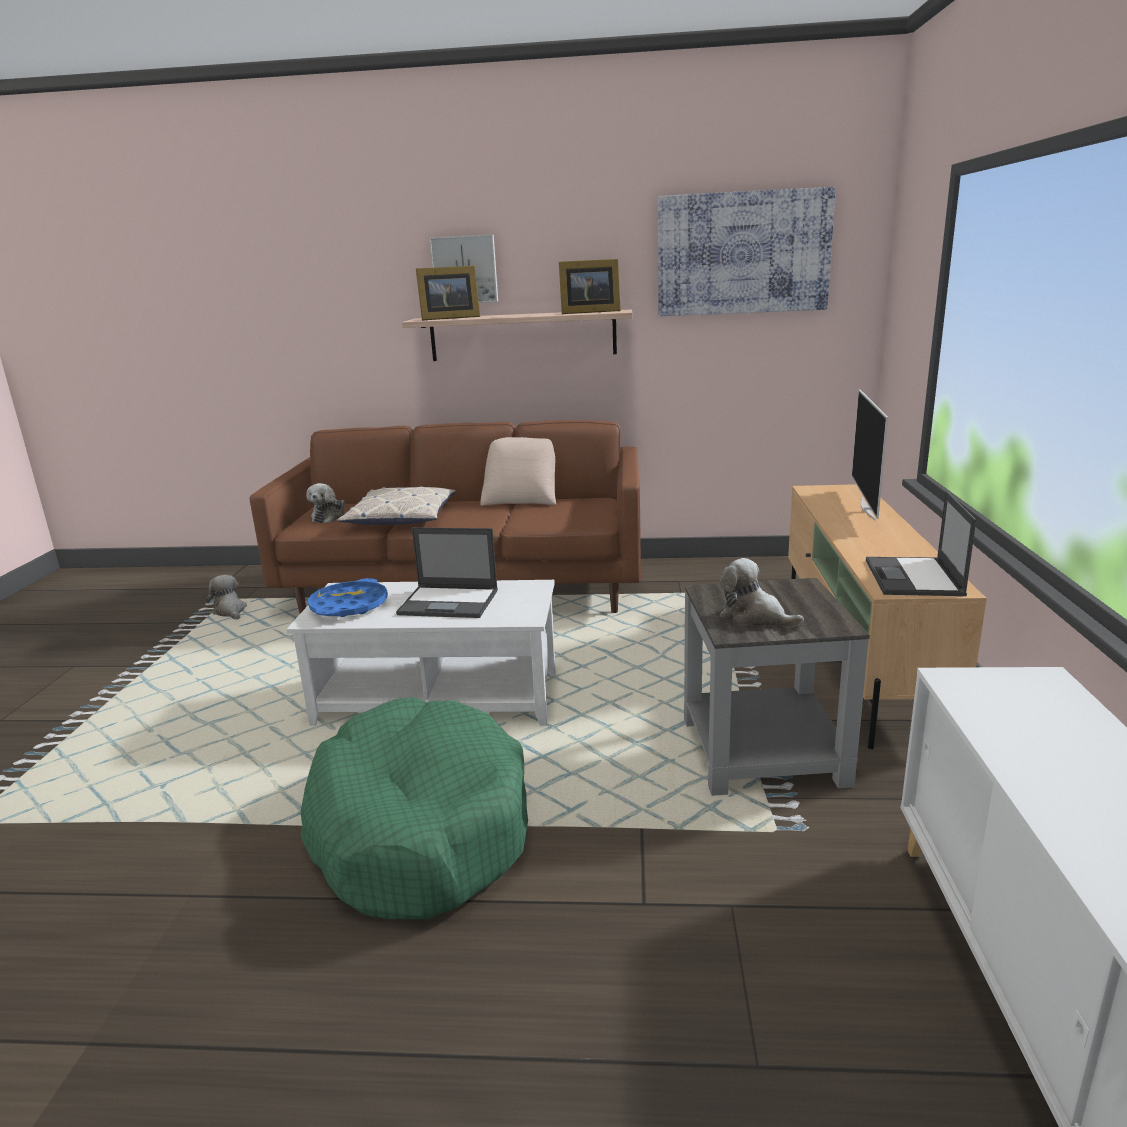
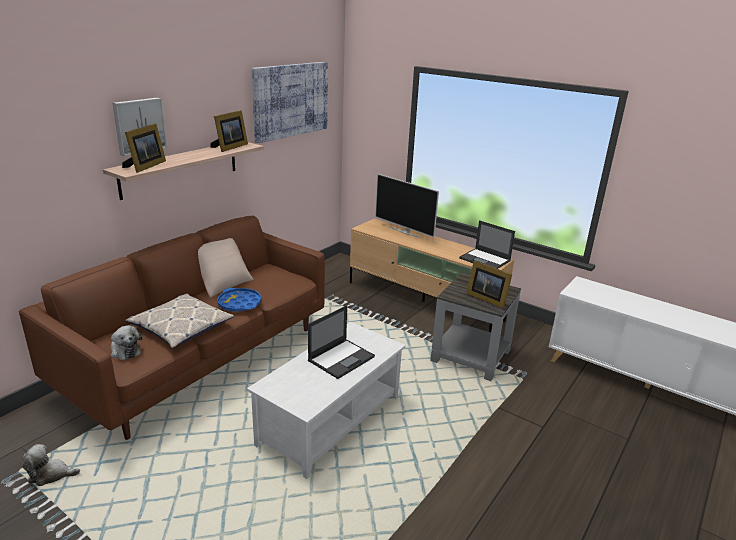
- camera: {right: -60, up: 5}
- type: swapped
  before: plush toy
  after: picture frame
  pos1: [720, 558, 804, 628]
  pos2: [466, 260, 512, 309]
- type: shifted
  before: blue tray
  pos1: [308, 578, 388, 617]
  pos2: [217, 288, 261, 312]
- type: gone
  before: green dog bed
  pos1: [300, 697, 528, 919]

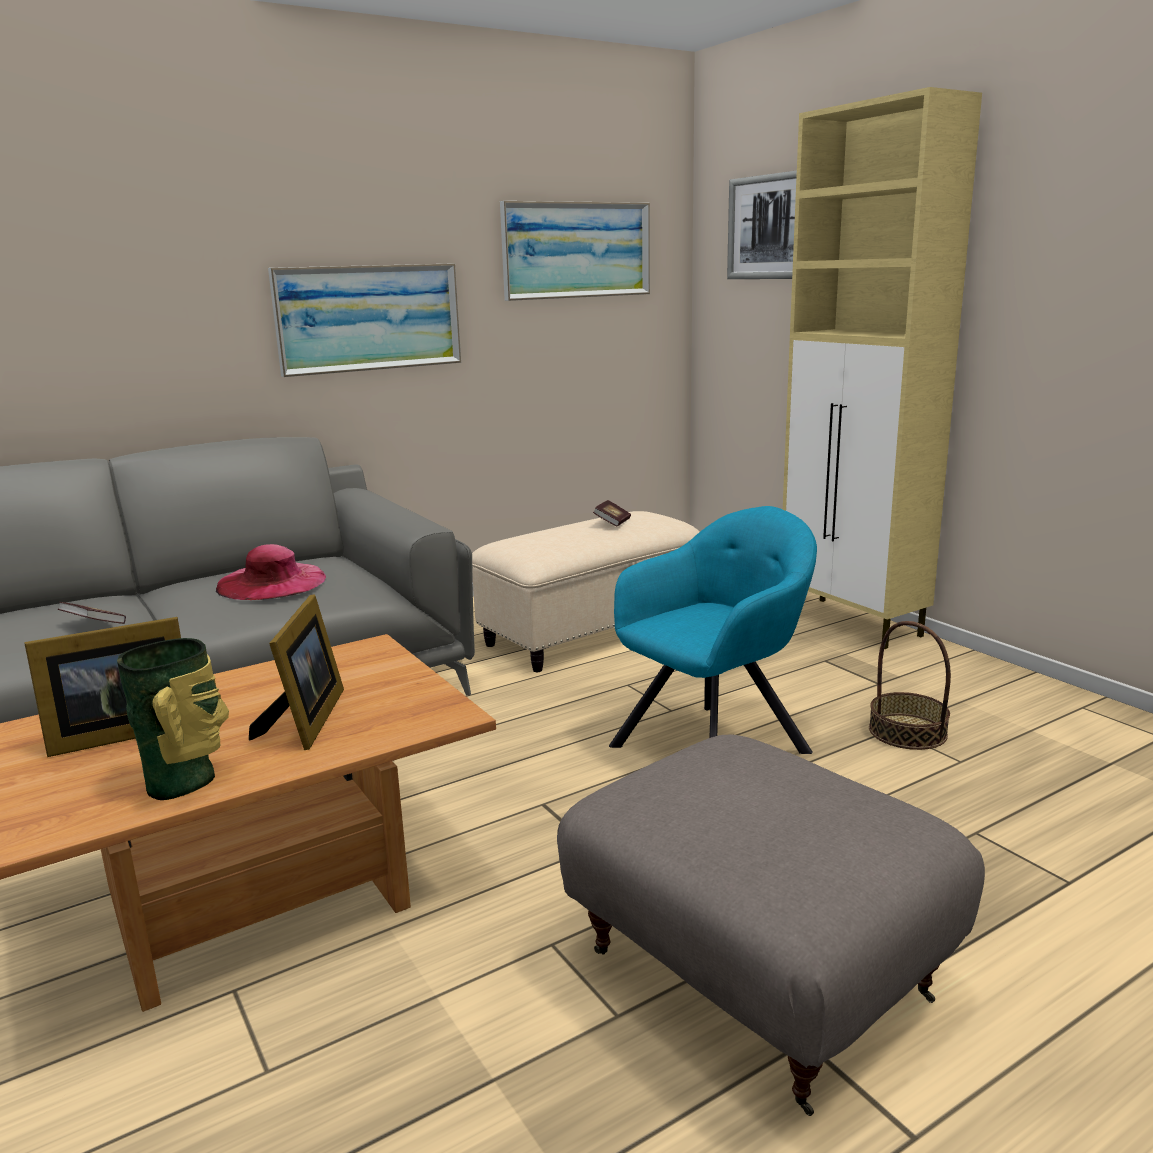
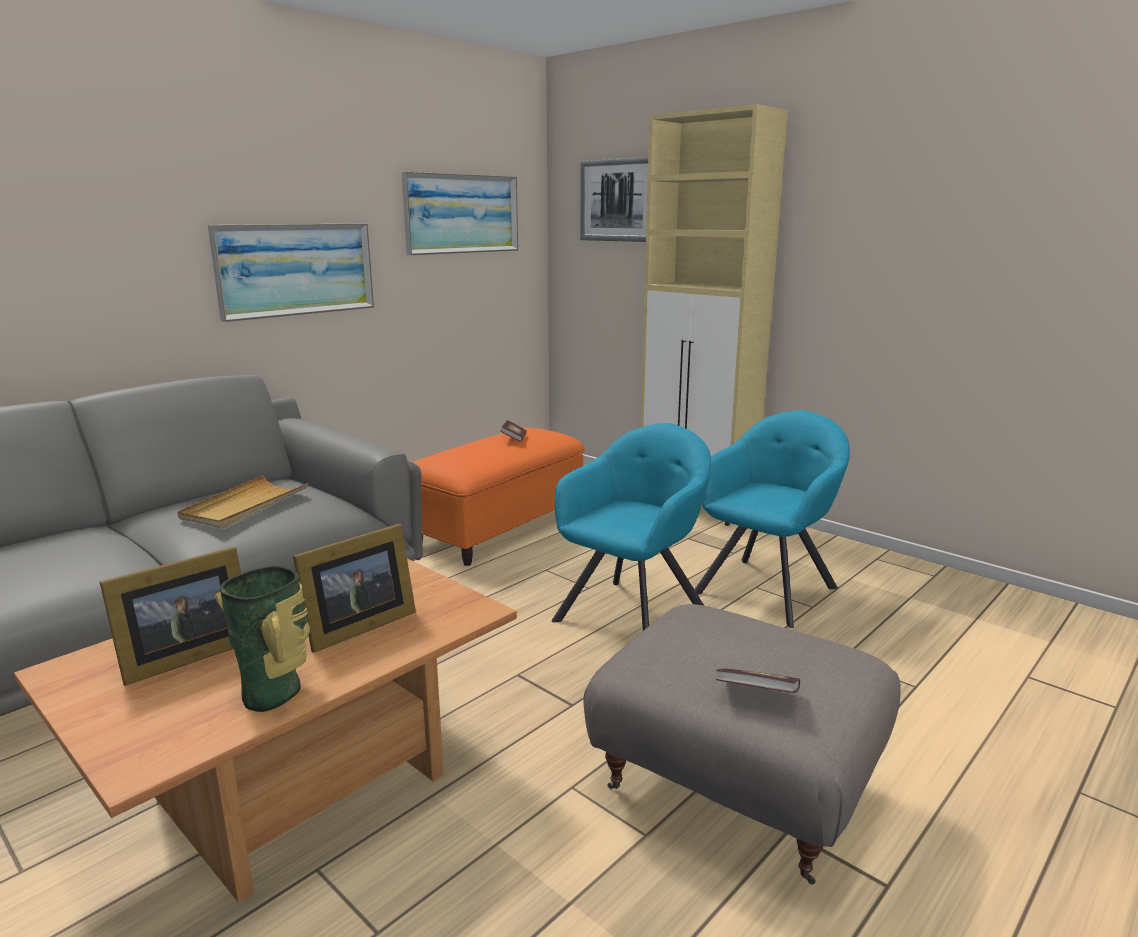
- camera: {right: -15, up: 0}
- type: repainted
  before: beige ottoman
  after: orange ottoman
  pos1: [472, 511, 700, 672]
  pos2: [413, 428, 585, 566]
- type: swapped
  before: pink hat
  after: beige tray
  pos1: [216, 544, 326, 600]
  pos2: [177, 475, 308, 529]
- type: rotated
  before: picture frame
  pos1: [249, 595, 344, 750]
  pos2: [293, 524, 416, 653]
  turn: 60
- type: shifted
  before: book
  pos1: [58, 602, 126, 624]
  pos2: [716, 669, 800, 693]
- type: swapped
  before: basket
  after: turquoise armchair
  pos1: [869, 621, 951, 750]
  pos2: [694, 410, 850, 628]

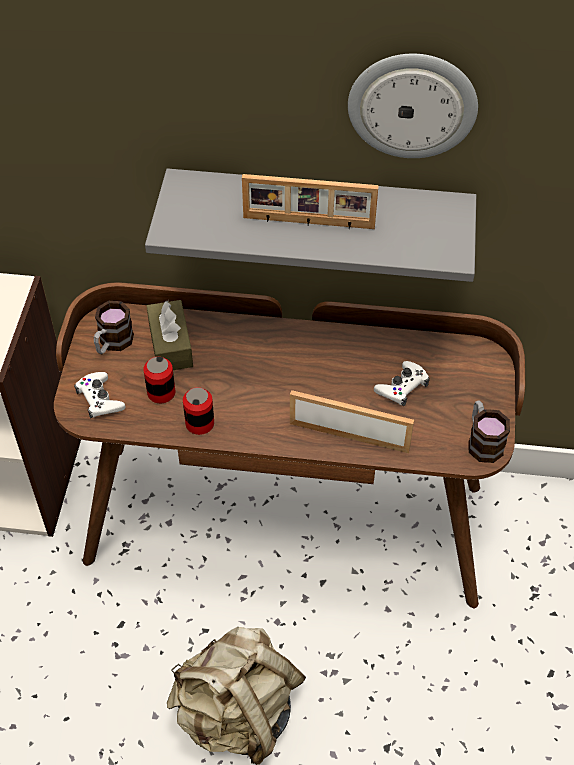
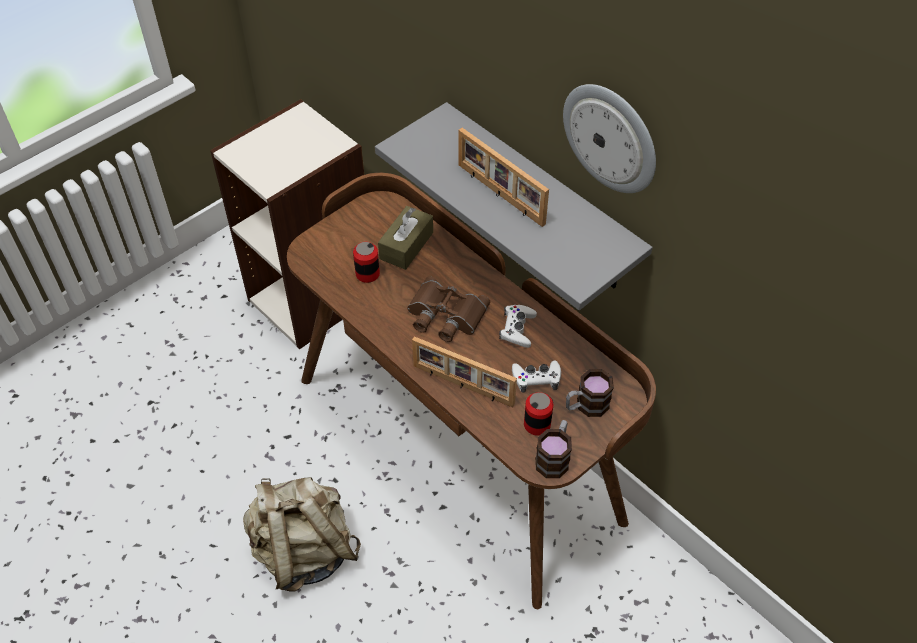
- camera: {right: 40, up: 0}
- type: shifted
  before: mug
  pos1: [94, 301, 134, 354]
  pos2: [566, 369, 614, 417]
- type: shifted
  before: white game controller
  pos1: [74, 372, 125, 418]
  pos2: [499, 305, 537, 348]
- type: shifted
  before: can
  pos1: [183, 387, 214, 435]
  pos2: [524, 392, 553, 436]
- type: rotated
  before: picture frame
  pos1: [290, 390, 414, 453]
  pos2: [412, 336, 517, 408]
  turn: 150
- type: new
  after: brown binoculars
  pos2: [407, 276, 490, 342]

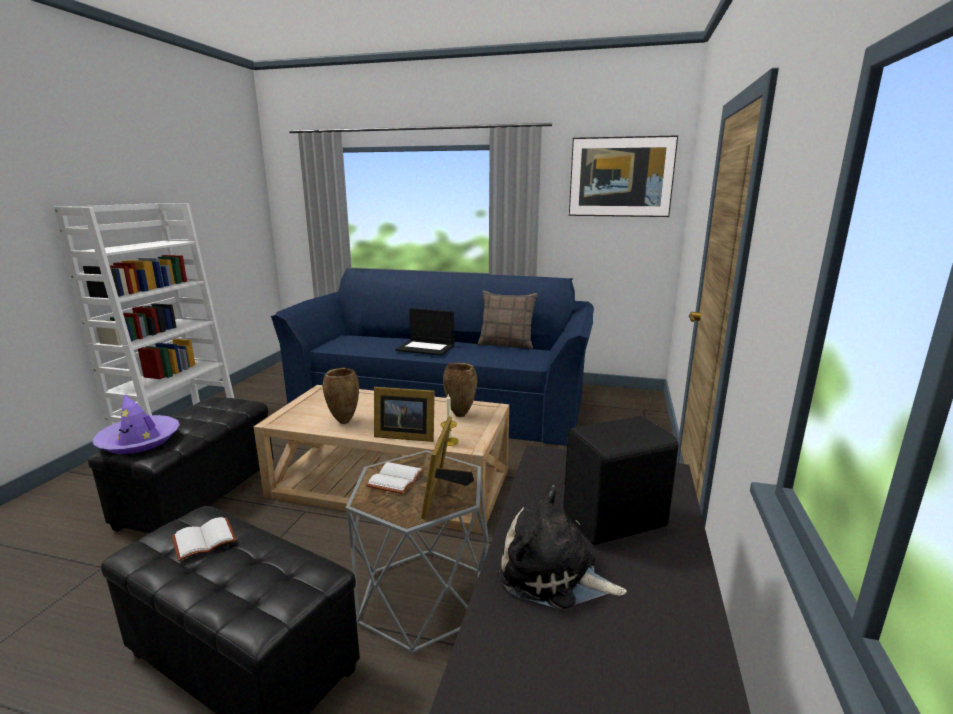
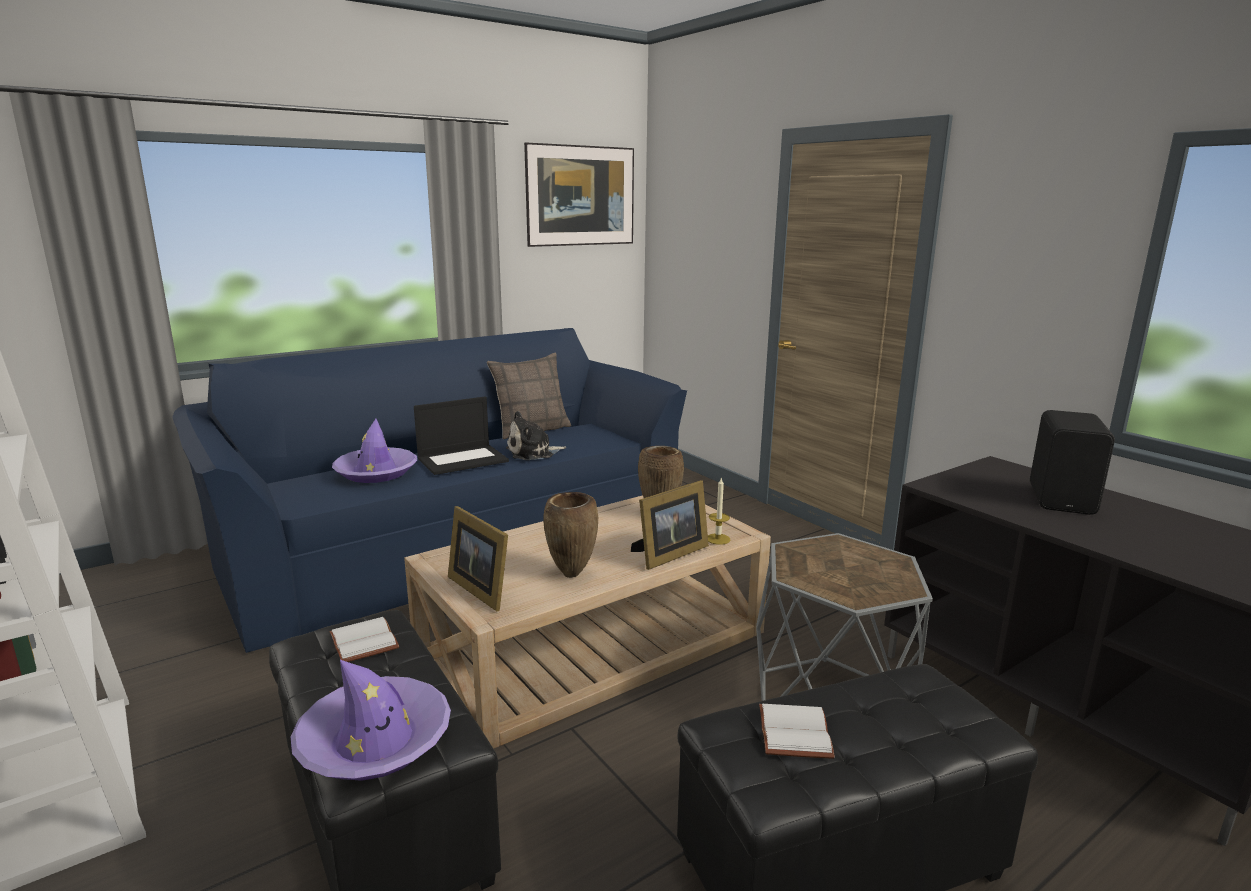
- camera: {right: -50, up: 0}
- type: shifted
  before: picture frame
  pos1: [421, 416, 474, 519]
  pos2: [448, 506, 508, 611]
- type: shifted
  before: white book
  pos1: [366, 462, 424, 494]
  pos2: [330, 617, 399, 662]
- type: shifted
  before: plush toy
  pos1: [498, 485, 627, 609]
  pos2: [506, 411, 566, 460]
- type: new
  after: purple hat
  pos2: [332, 419, 417, 483]

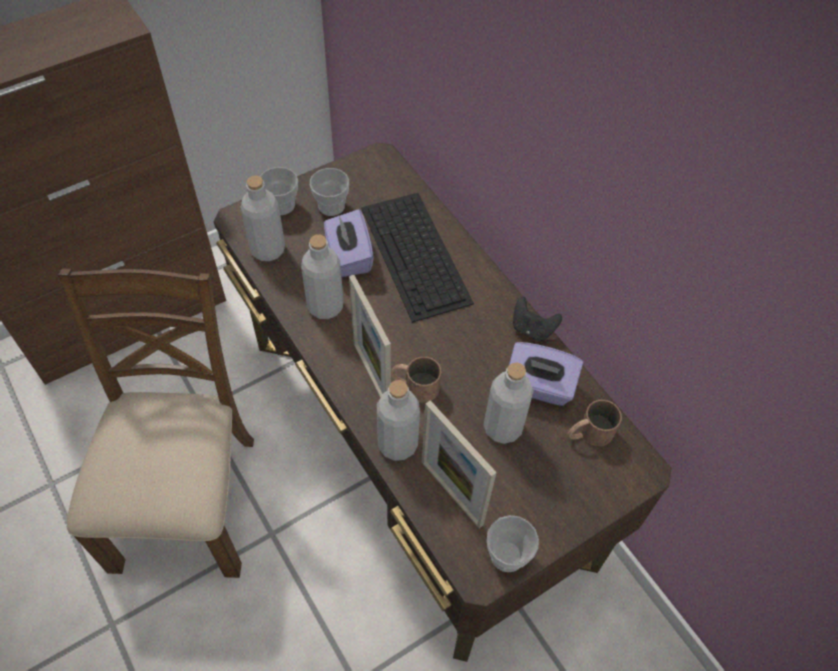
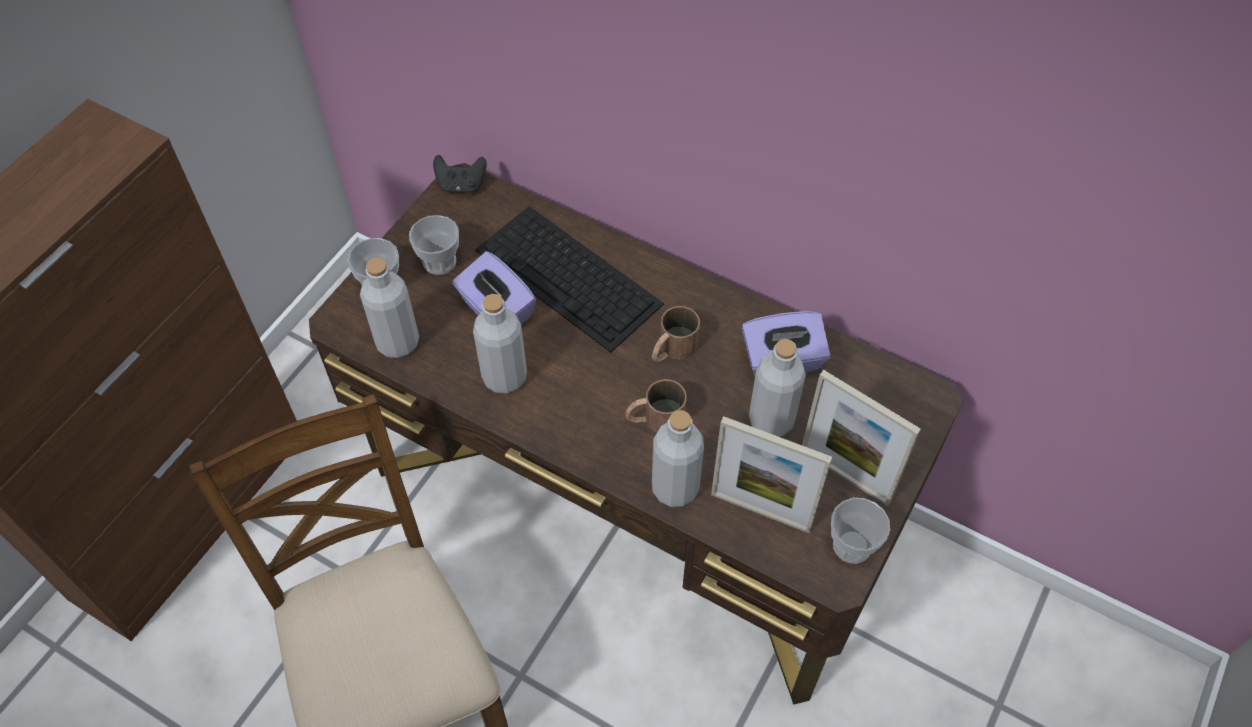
- camera: {right: -25, up: 0}
- type: shifted
  before: picture frame
  pos1: [349, 275, 391, 397]
  pos2: [802, 370, 921, 506]
- type: shifted
  before: black game controller
  pos1: [513, 297, 562, 341]
  pos2: [433, 155, 487, 194]
- type: shifted
  before: brown mug
  pos1: [567, 400, 622, 446]
  pos2: [652, 306, 700, 362]

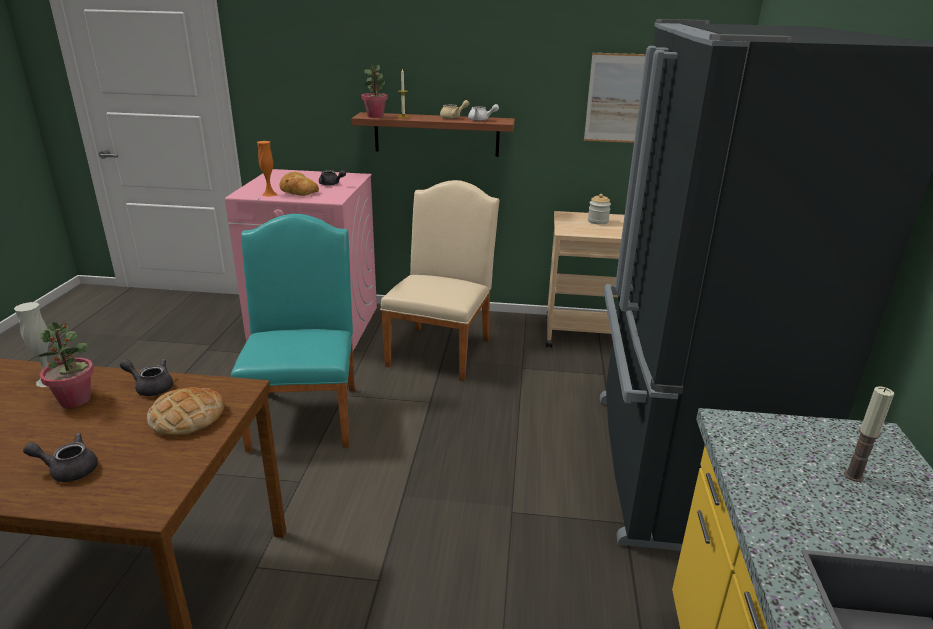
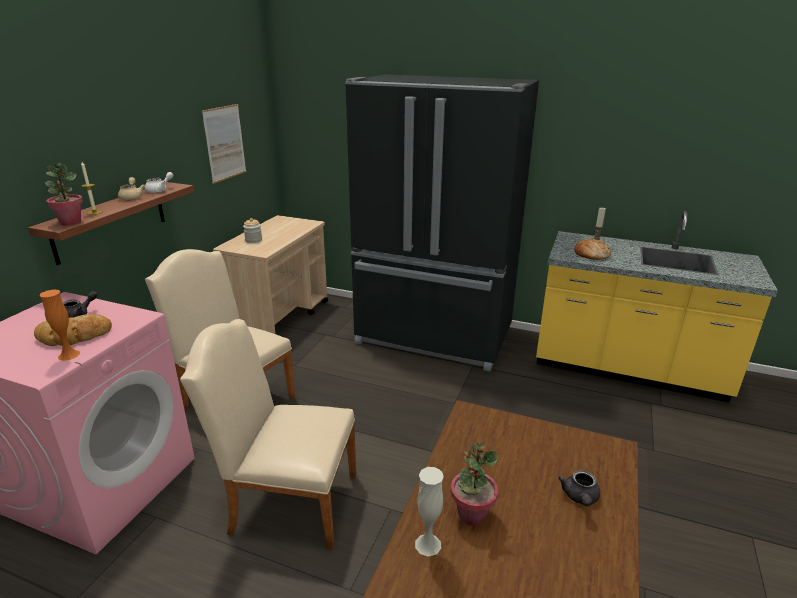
- camera: {right: -75, up: 0}
- type: repainted
  before: turquoise chair
  after: beige chair
  pos1: [231, 214, 355, 452]
  pos2: [180, 319, 356, 550]
- type: gone
  before: grey teapot
  pos1: [120, 359, 173, 396]
- type: shifted
  before: bread
  pos1: [147, 387, 225, 436]
  pos2: [574, 238, 611, 260]

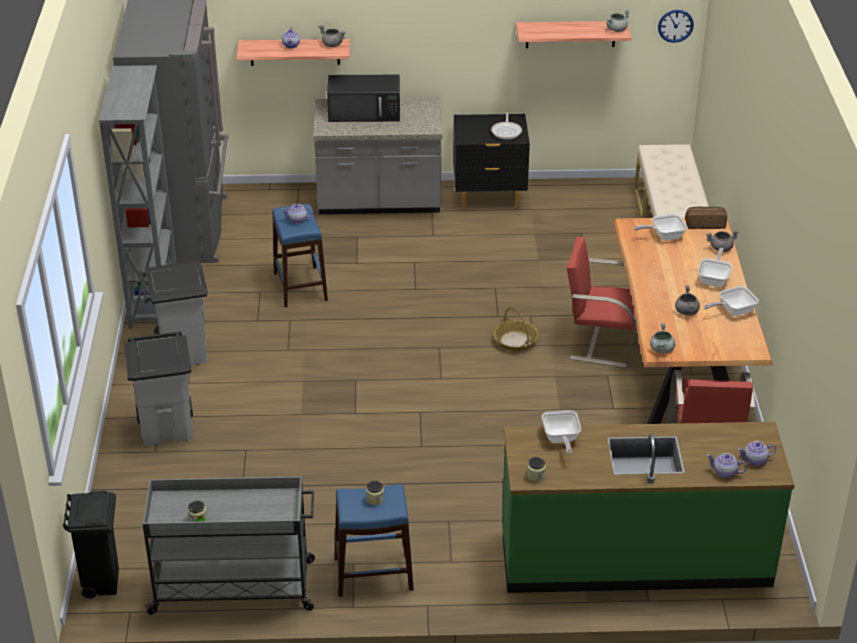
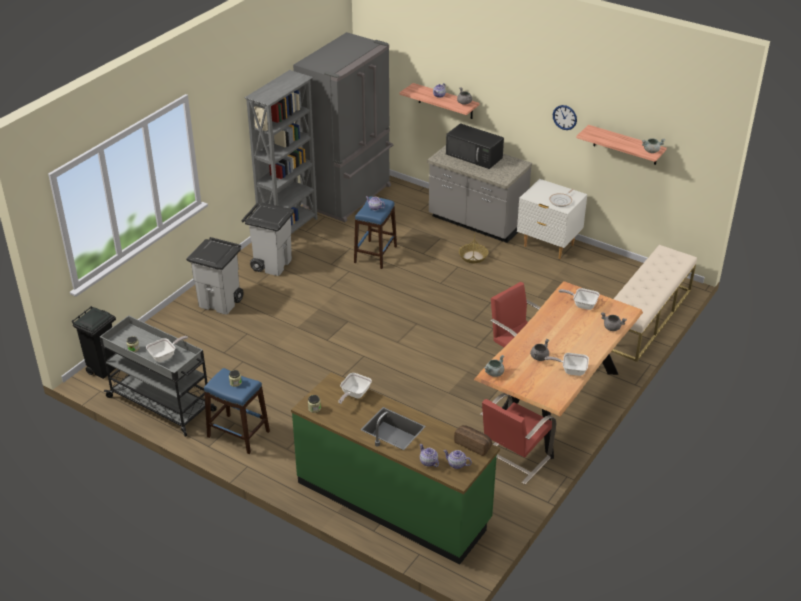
- camera: {right: 35, up: 0}
- type: shifted
  before: wall clock
  pos1: [658, 10, 694, 43]
  pos2: [553, 105, 577, 130]
- type: repainted
  before: black nightstand
  after: white nightstand
  pos1: [453, 114, 530, 209]
  pos2: [517, 179, 587, 259]
- type: shifted
  before: bread
  pos1: [685, 207, 727, 229]
  pos2: [454, 425, 492, 456]
- type: shifted
  before: frying pan
  pos1: [698, 248, 732, 287]
  pos2: [146, 336, 188, 362]
- type: shifted
  before: basket
  pos1: [494, 307, 539, 351]
  pos2: [459, 234, 488, 263]

